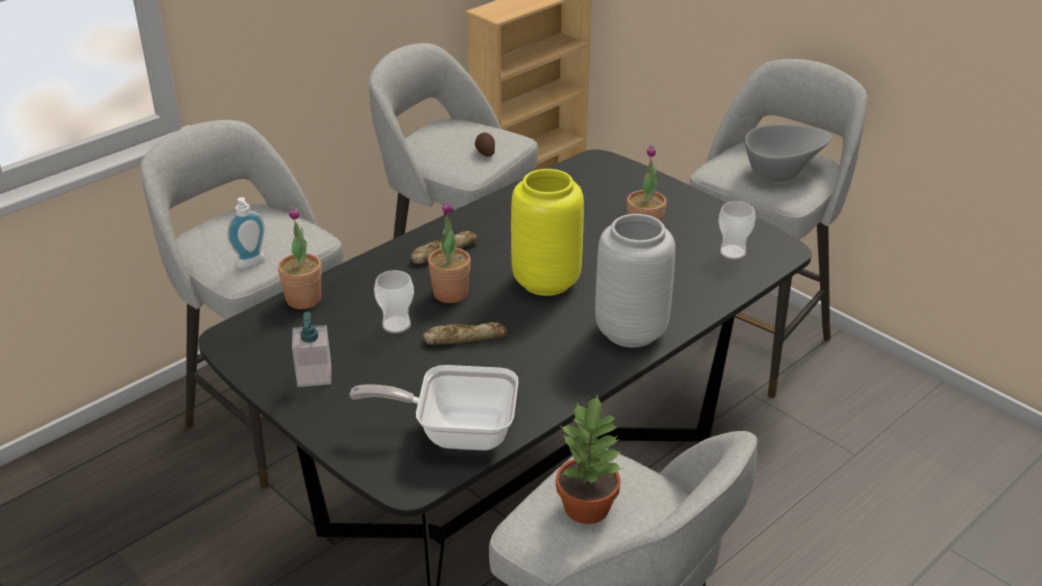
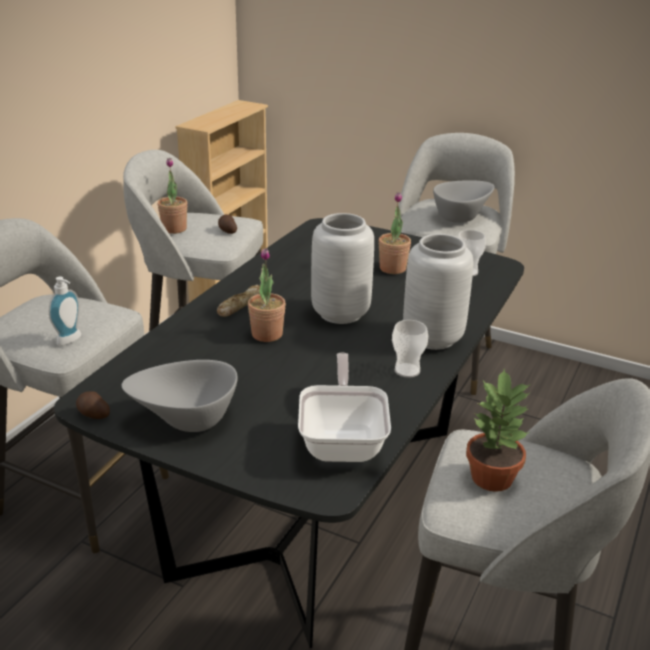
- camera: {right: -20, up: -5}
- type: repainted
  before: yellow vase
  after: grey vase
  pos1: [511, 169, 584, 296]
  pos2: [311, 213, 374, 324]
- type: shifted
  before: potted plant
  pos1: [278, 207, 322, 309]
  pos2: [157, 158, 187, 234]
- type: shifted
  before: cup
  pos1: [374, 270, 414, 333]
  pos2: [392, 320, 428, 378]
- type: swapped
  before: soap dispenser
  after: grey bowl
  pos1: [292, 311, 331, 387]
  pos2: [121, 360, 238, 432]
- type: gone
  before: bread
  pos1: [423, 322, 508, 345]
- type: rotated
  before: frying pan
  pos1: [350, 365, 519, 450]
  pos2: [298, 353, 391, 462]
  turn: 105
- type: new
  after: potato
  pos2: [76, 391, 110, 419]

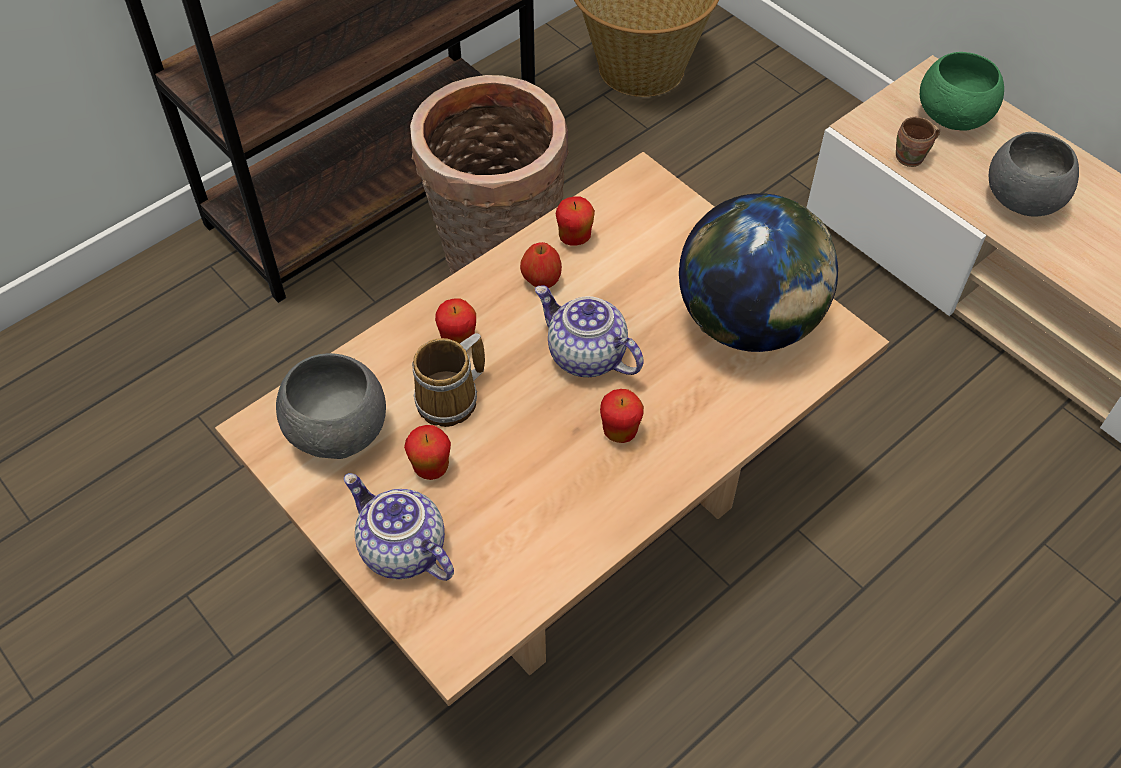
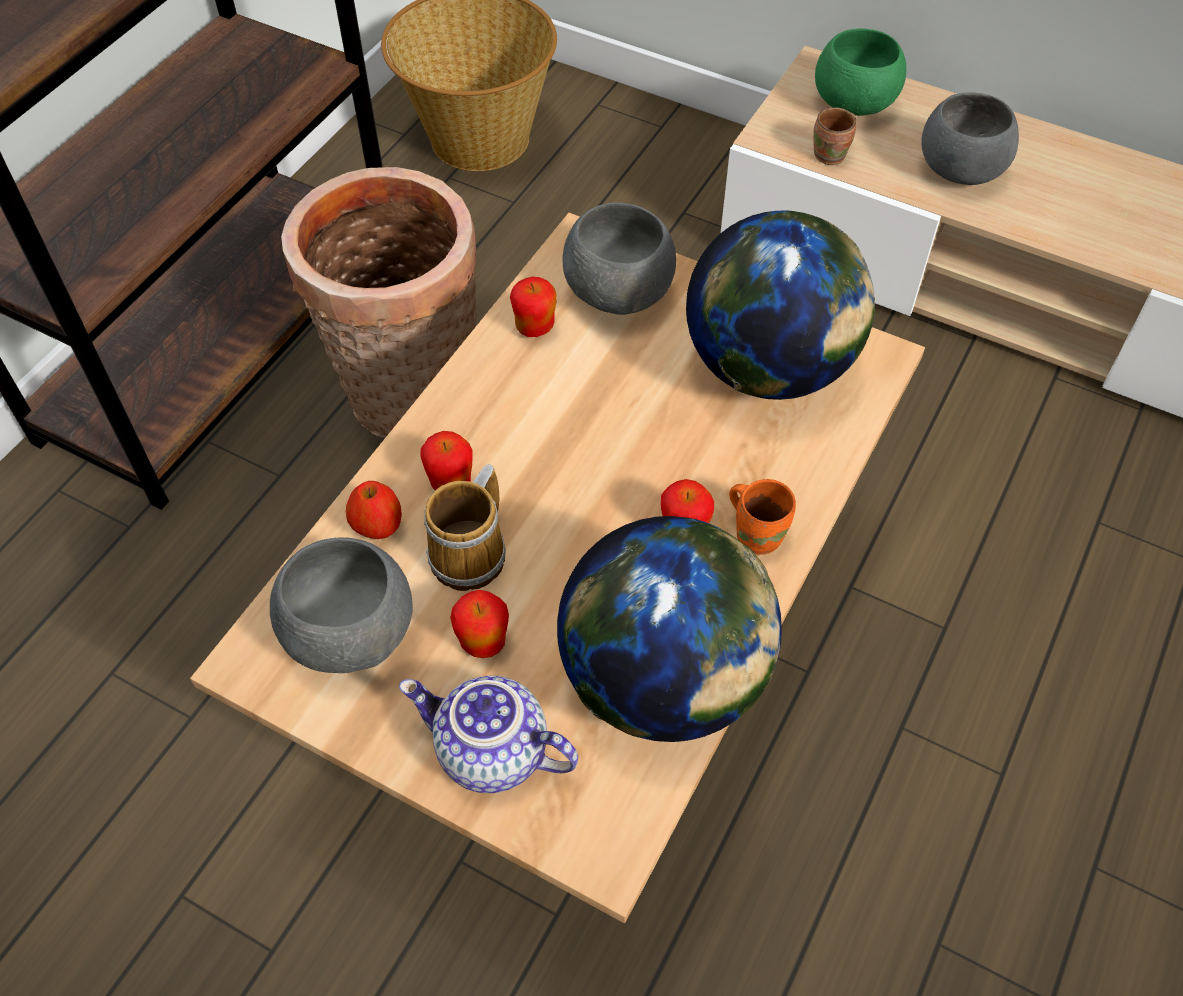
- camera: {right: -20, up: 0}
- type: shifted
  before: apple
  pos1: [520, 242, 562, 288]
  pos2: [346, 481, 402, 539]
- type: gone
  before: teapot
  pos1: [535, 286, 644, 377]
- type: new
  after: grey bowl
  pos2: [562, 203, 676, 315]
- type: new
  after: orange mug
  pos2: [729, 479, 796, 555]
- type: new
  after: globe
  pos2: [557, 516, 782, 742]

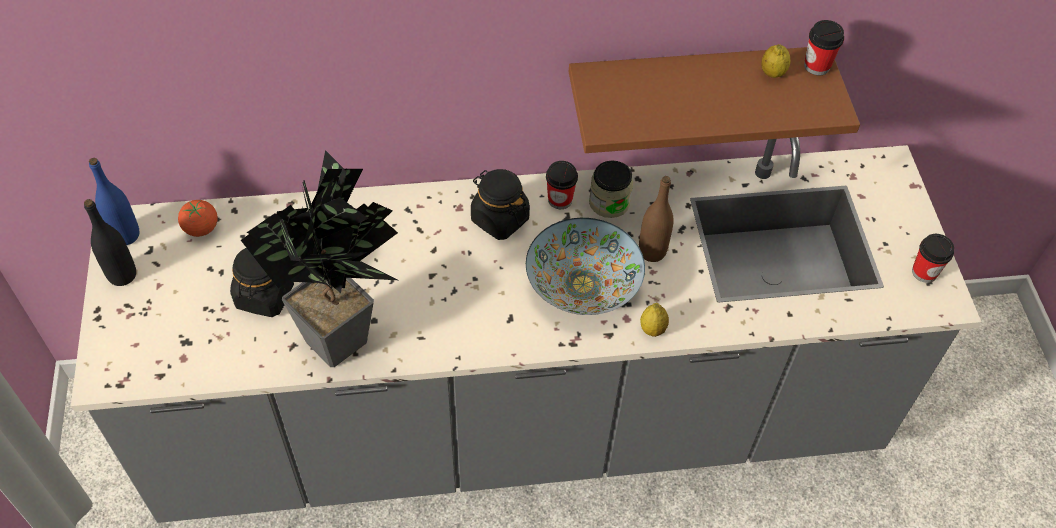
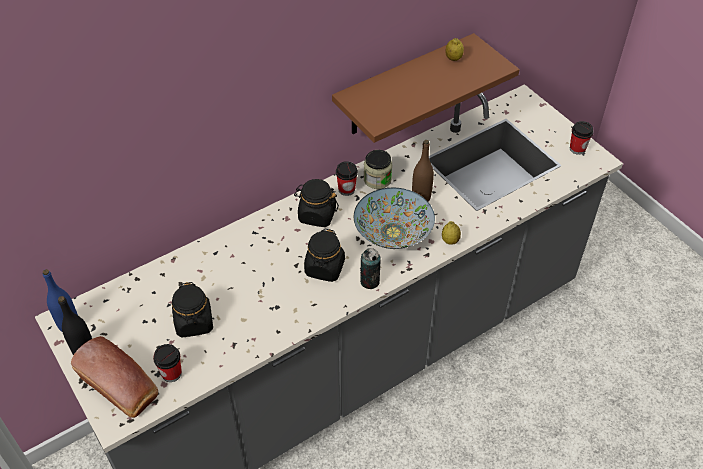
- camera: {right: -25, up: -5}
- type: shifted
  before: cup
  pos1: [804, 20, 844, 75]
  pos2: [153, 344, 182, 382]
- type: gone
  before: potted plant
  pos1: [241, 150, 398, 367]
- type: gone
  before: tomato
  pos1: [178, 200, 218, 237]
- type: new
  after: black jar
  pos2: [304, 229, 345, 282]
- type: new
  after: can
  pos2: [360, 248, 381, 289]
- type: new
  after: bread
  pos2: [71, 336, 158, 418]

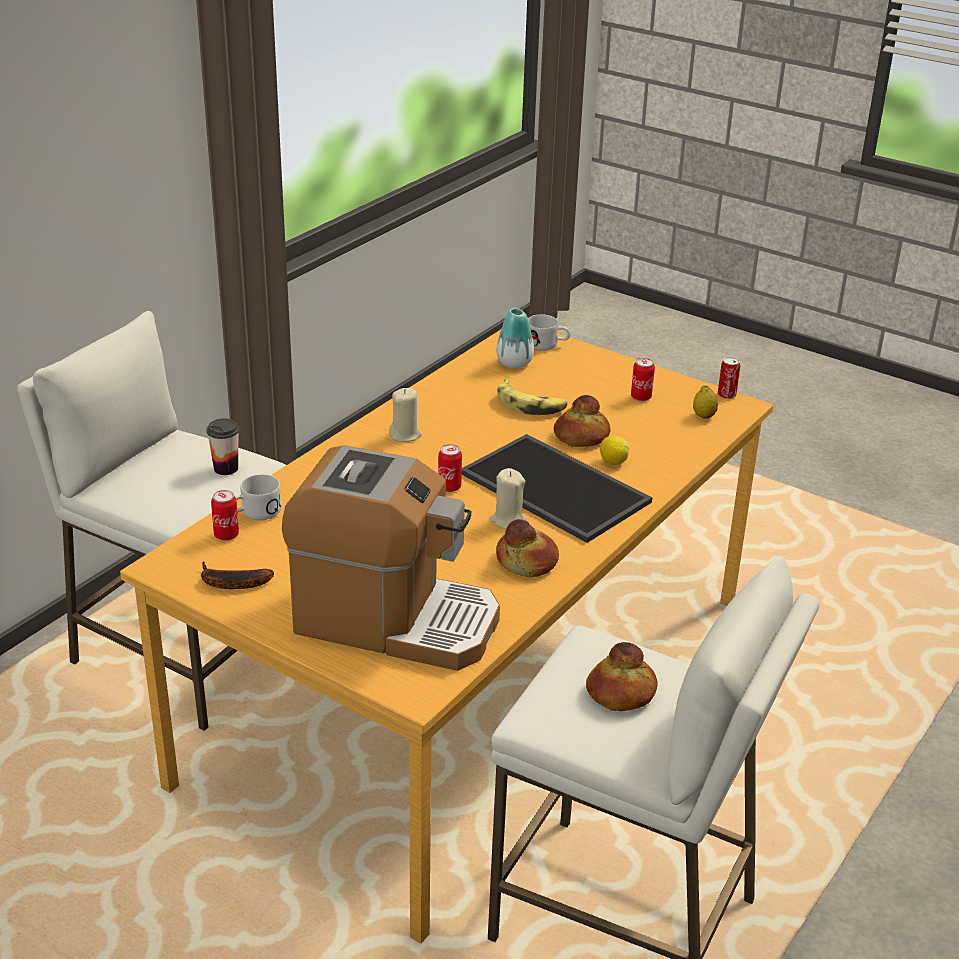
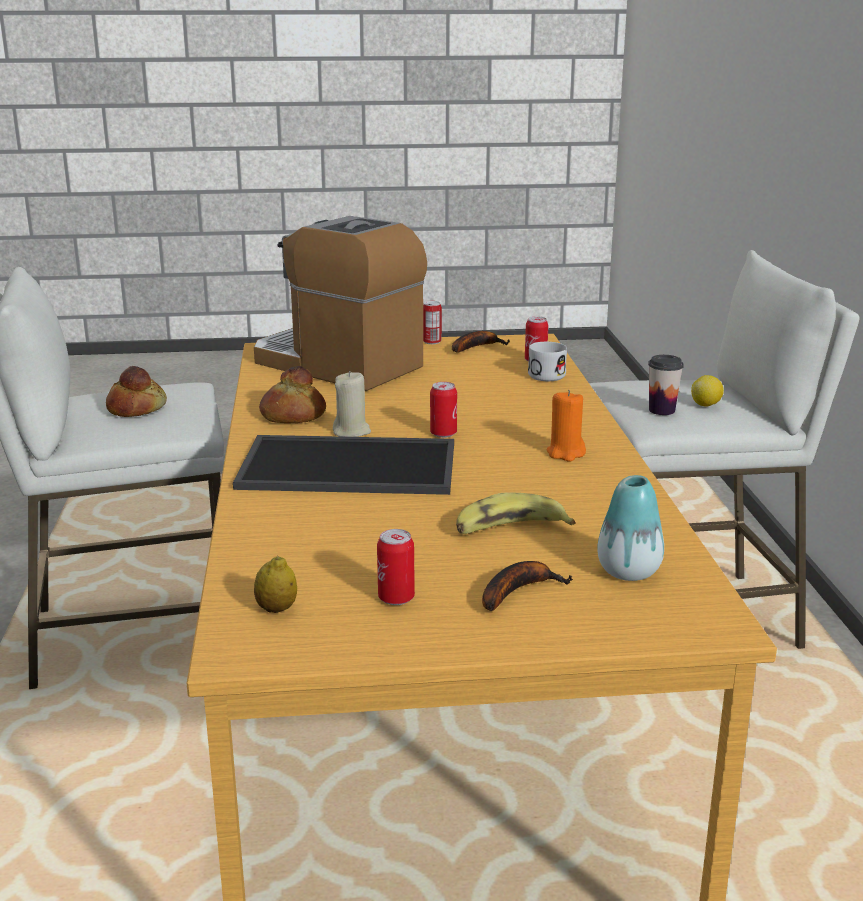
- camera: {right: 140, up: -10}
- type: gone
  before: white mug
  pos1: [528, 314, 570, 351]
- type: shifted
  before: can
  pos1: [718, 357, 740, 399]
  pos2: [423, 301, 442, 344]
- type: repainted
  before: beige candle
  after: orange candle
  pos1: [389, 388, 422, 442]
  pos2: [546, 390, 586, 462]
- type: gone
  before: bread
  pos1: [554, 395, 610, 447]
- type: shifted
  before: lemon
  pos1: [600, 435, 629, 465]
  pos2: [691, 375, 724, 407]
- type: rotated
  before: coffee machine
  pos1: [282, 445, 500, 671]
  pos2: [254, 216, 427, 391]
  turn: 60
- type: new
  after: banana
  pos2: [482, 561, 573, 611]

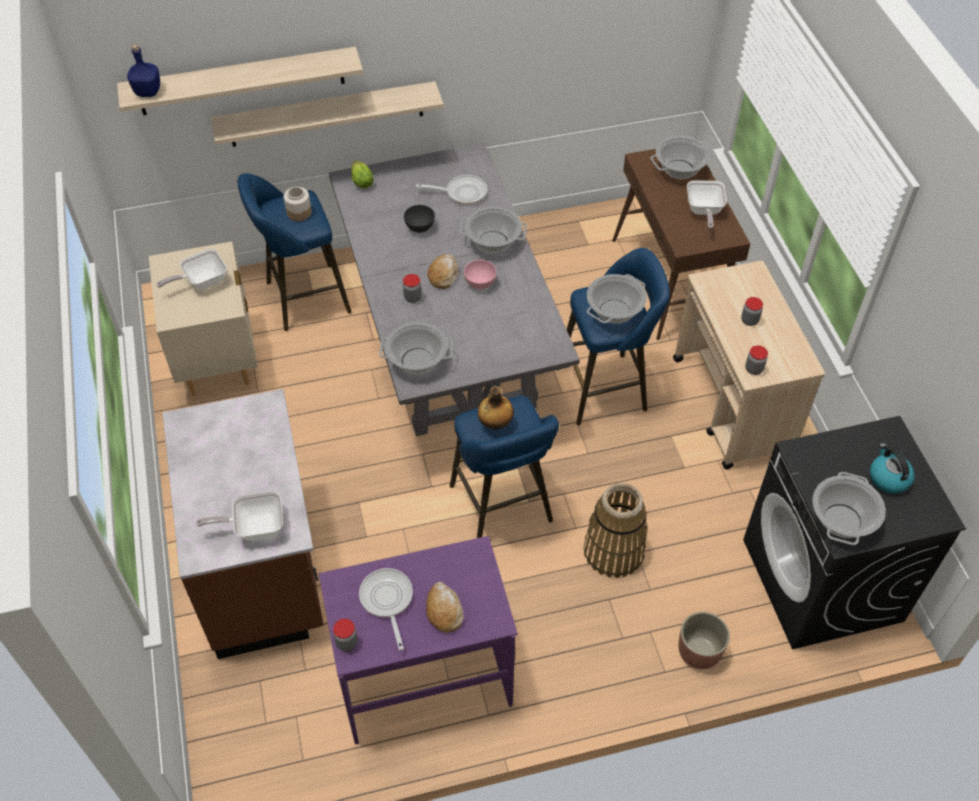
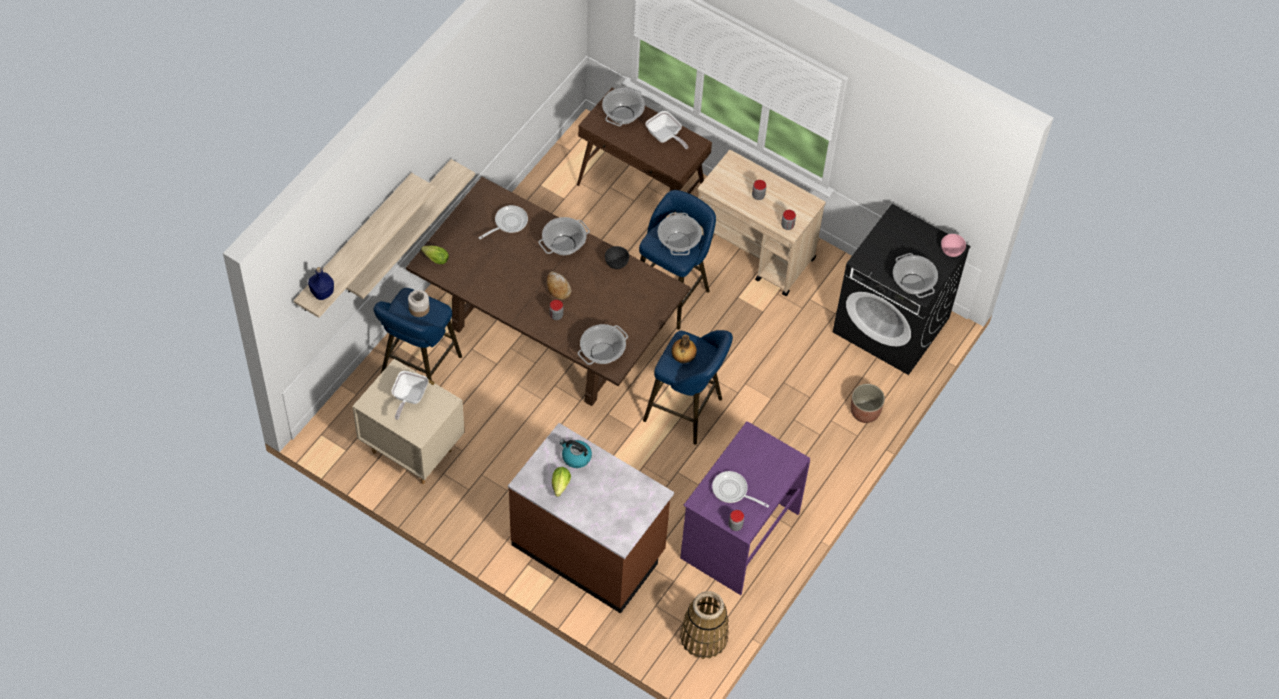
- camera: {right: -45, up: 5}
- type: repainted
  before: grey dining table
  after: brown dining table
  pos1: [329, 143, 580, 436]
  pos2: [406, 177, 690, 406]
- type: shifted
  before: grey bowl
  pos1: [404, 205, 435, 233]
  pos2: [605, 246, 629, 269]
- type: shifted
  before: pink bowl
  pos1: [464, 260, 496, 289]
  pos2: [941, 234, 966, 257]
- type: shifted
  before: kettle
  pos1: [870, 443, 915, 494]
  pos2: [560, 440, 592, 468]
- type: shifted
  before: basket
  pos1: [584, 483, 648, 578]
  pos2: [680, 591, 729, 659]
- type: gone
  before: frying pan
  pos1: [196, 491, 283, 540]
- type: gone
  before: bread
  pos1: [426, 582, 464, 633]
- type: new
  after: lettuce
  pos2: [552, 467, 571, 497]

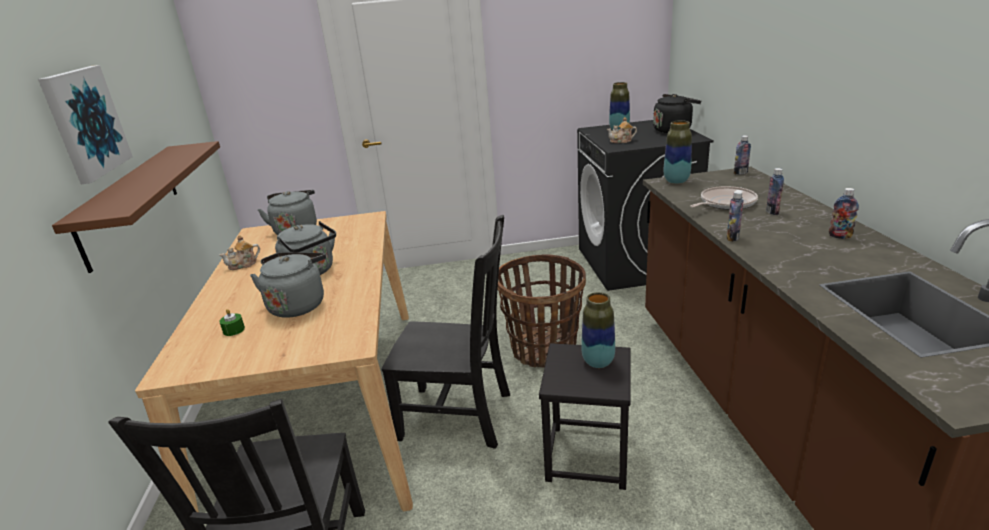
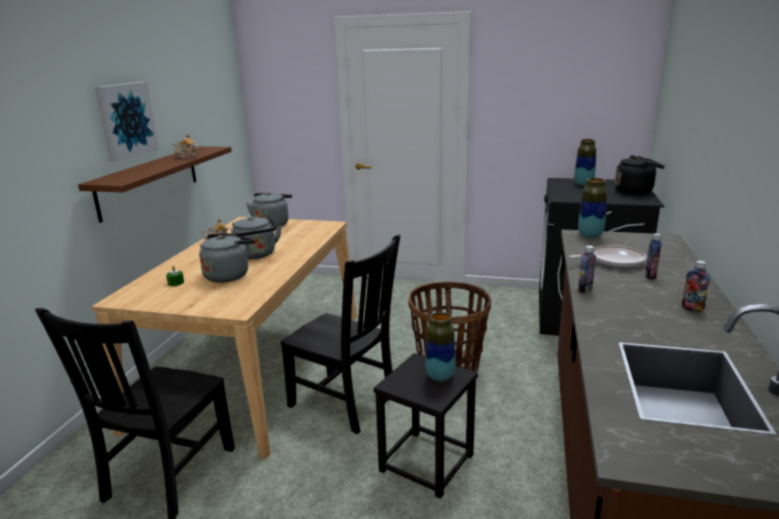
- camera: {right: 20, up: -5}
- type: shifted
  before: teapot
  pos1: [607, 117, 637, 143]
  pos2: [173, 134, 199, 159]
- type: gone
  before: bottle
  pos1: [734, 136, 751, 175]

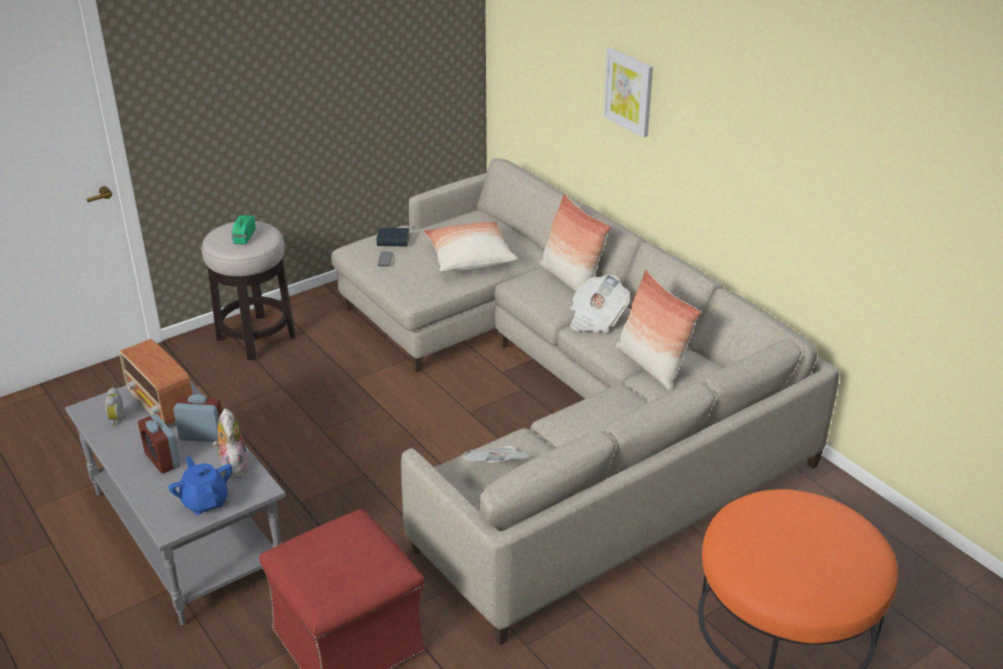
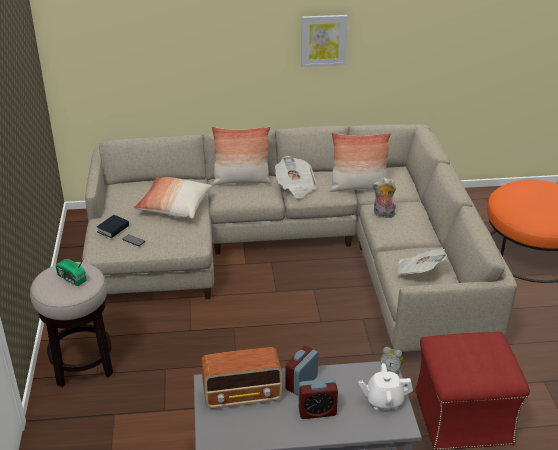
- camera: {right: -60, up: 0}
- type: shifted
  before: picture
  pos1: [603, 48, 653, 138]
  pos2: [301, 15, 348, 67]
- type: shifted
  before: alarm clock
  pos1: [105, 387, 126, 426]
  pos2: [380, 347, 403, 374]
- type: shifted
  before: plush toy
  pos1: [213, 408, 250, 478]
  pos2: [372, 178, 396, 218]
- type: repainted
  before: blue teapot
  after: white teapot
  pos1: [169, 456, 232, 515]
  pos2: [358, 363, 413, 410]

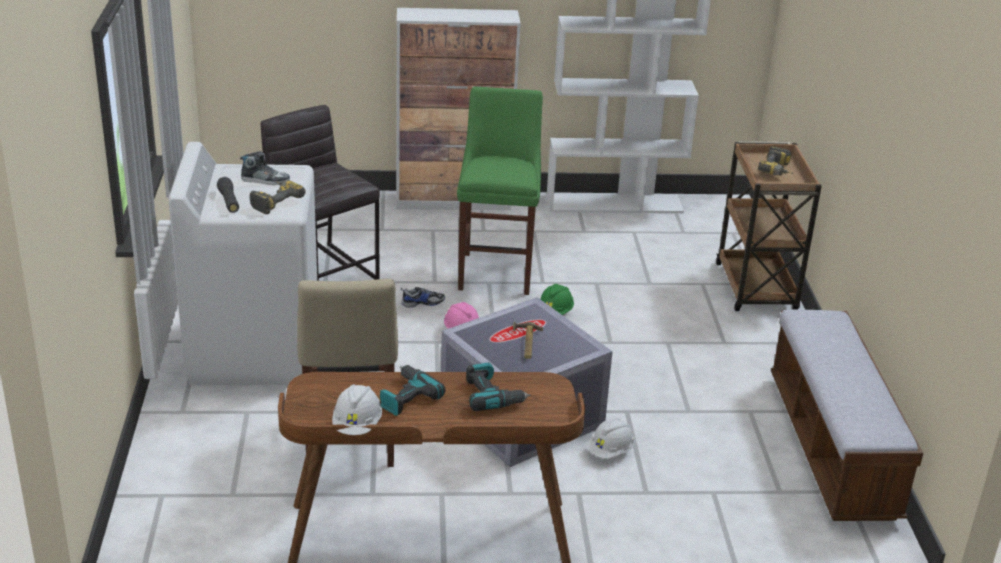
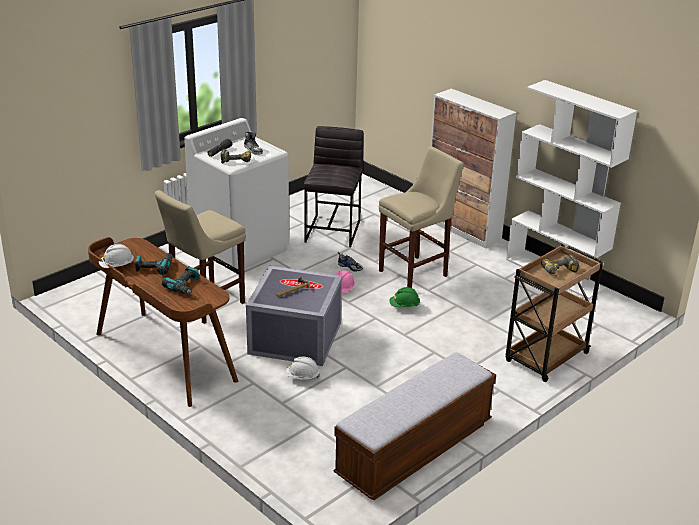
- camera: {right: 50, up: 0}
- type: repainted
  before: green stool
  after: beige stool
  pos1: [457, 86, 543, 295]
  pos2: [379, 146, 464, 288]

